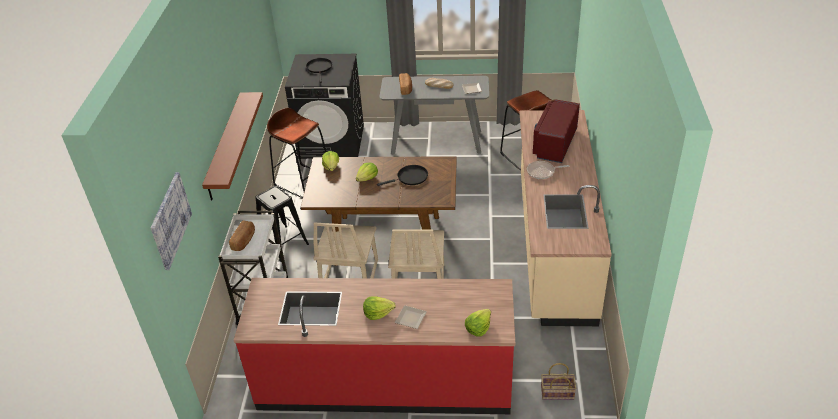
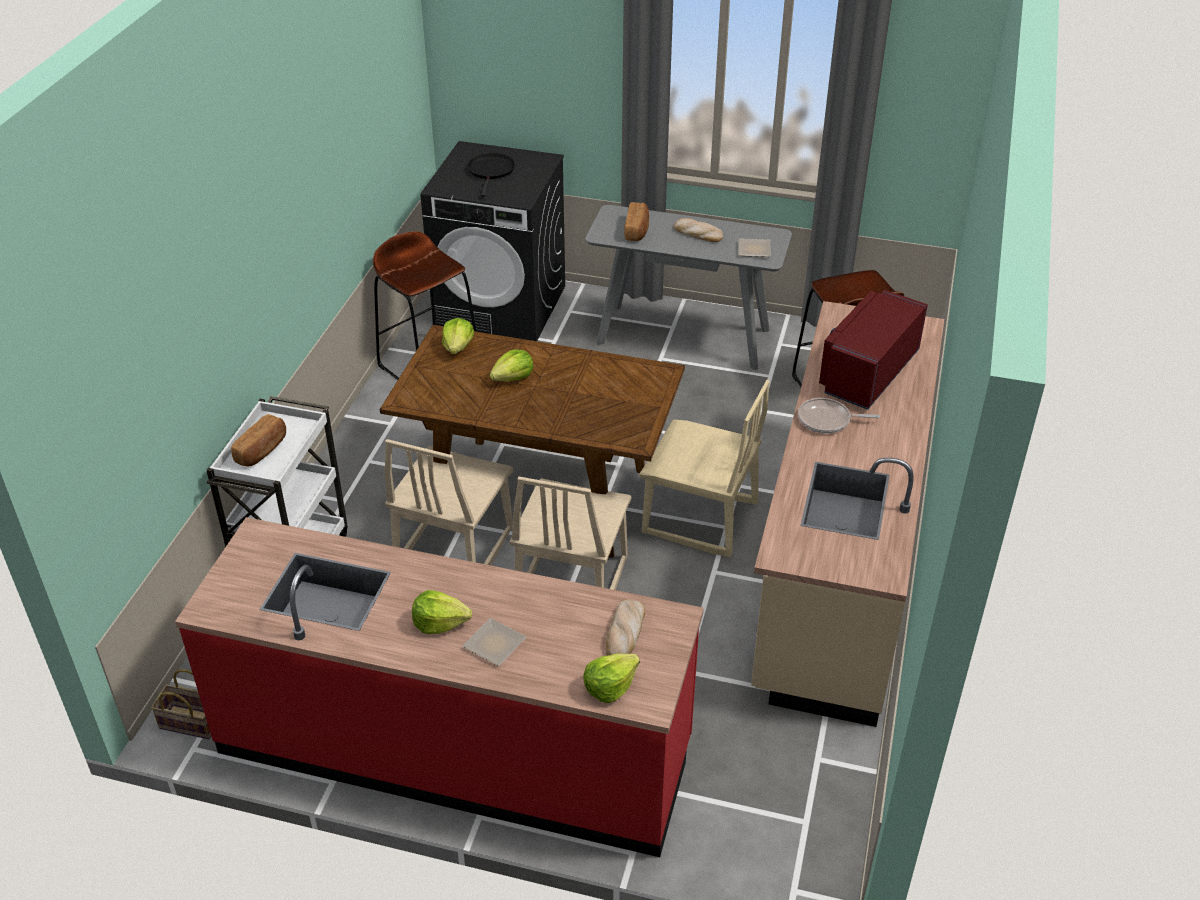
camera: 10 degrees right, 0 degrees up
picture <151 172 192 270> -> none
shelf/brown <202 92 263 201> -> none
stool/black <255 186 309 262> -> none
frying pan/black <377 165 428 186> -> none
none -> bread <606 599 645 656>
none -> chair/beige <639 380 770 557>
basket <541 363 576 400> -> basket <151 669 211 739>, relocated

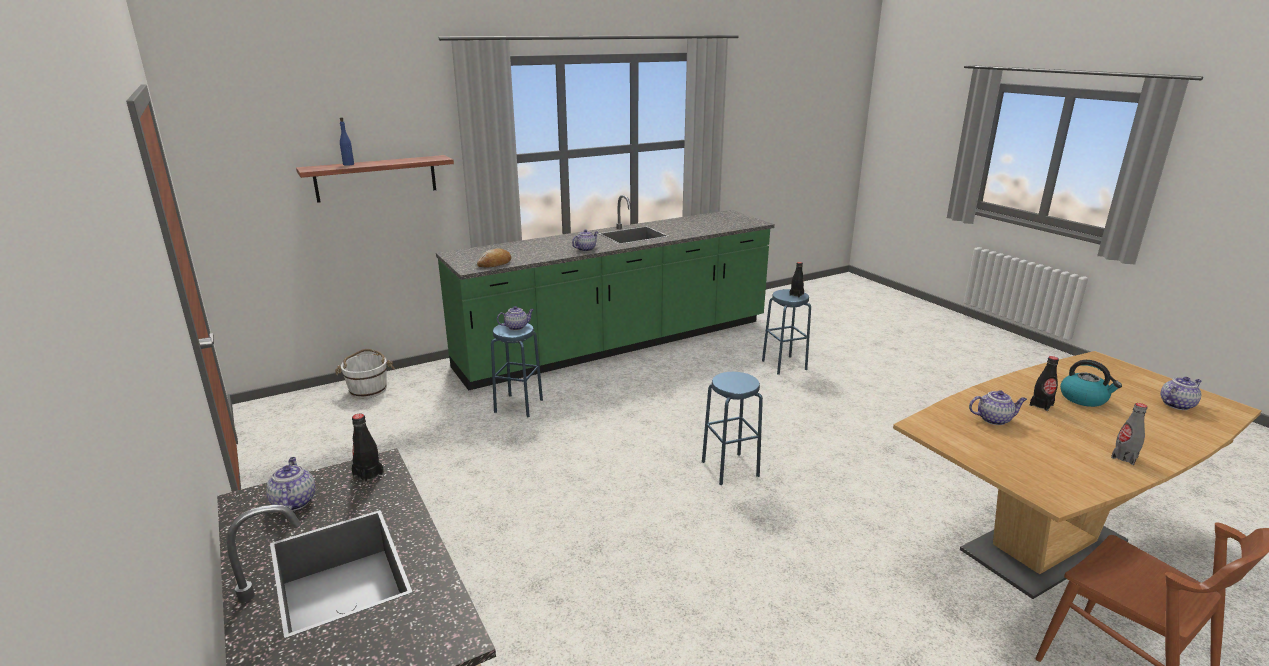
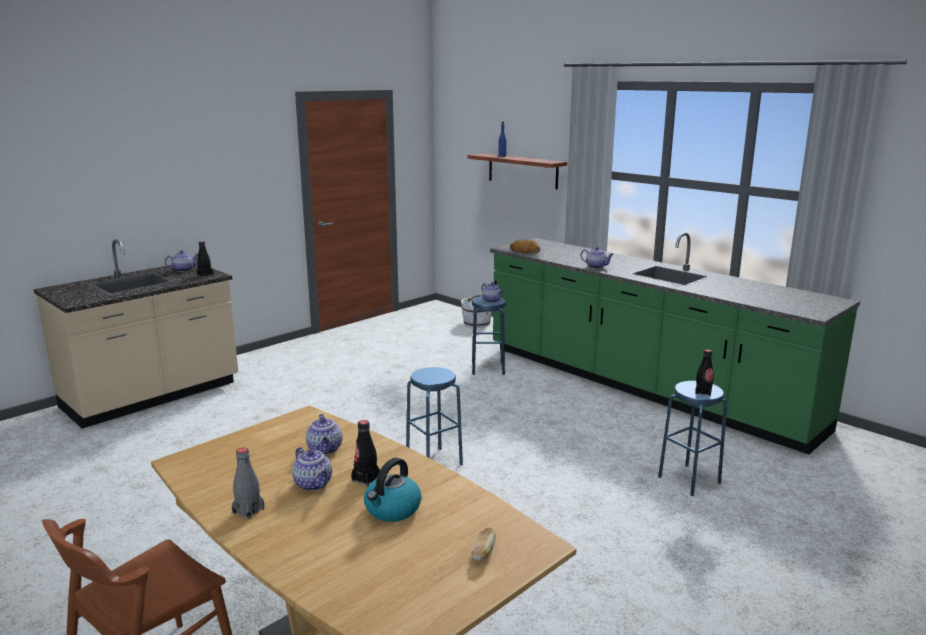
camera: 75 degrees right, 5 degrees down
none -> bread <471 528 496 561>
teapot <1161 377 1202 410> -> teapot <292 447 332 491>, relocated

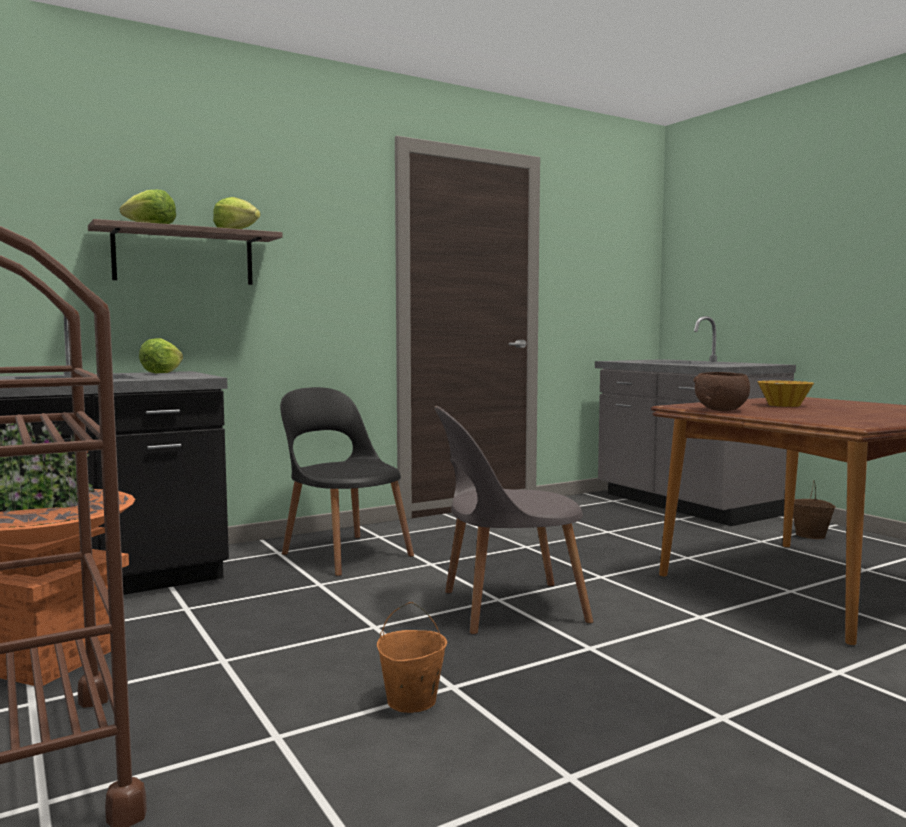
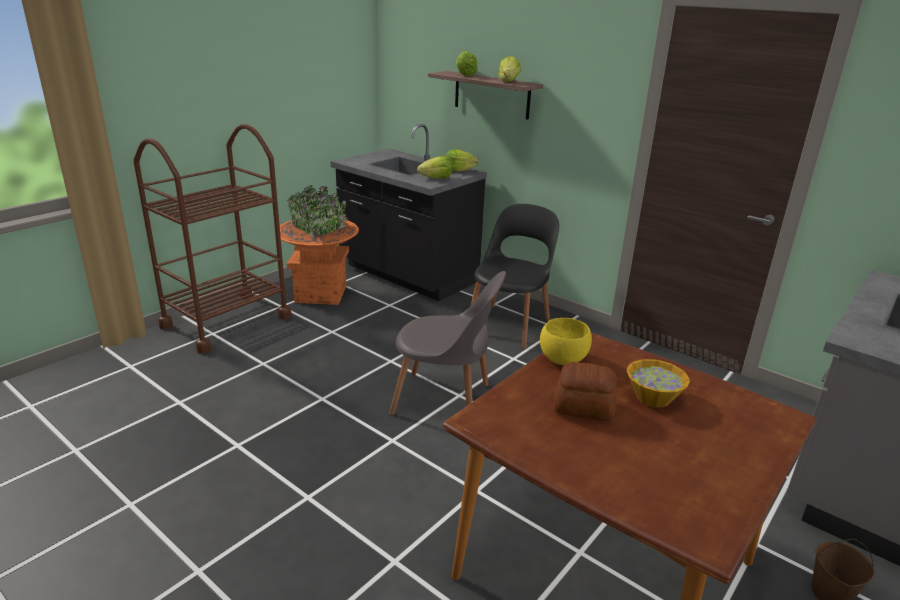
camera: 70 degrees right, 20 degrees up
bucket/orange <377 602 447 713> -> none
none -> lettuce <417 156 452 179>
none -> bread <554 362 617 421>
bowl/brown <693 372 750 411> -> bowl/yellow <540 318 592 365>
chair/grey <434 406 593 634> -> chair/grey <389 271 506 415>, 135 degrees clockwise

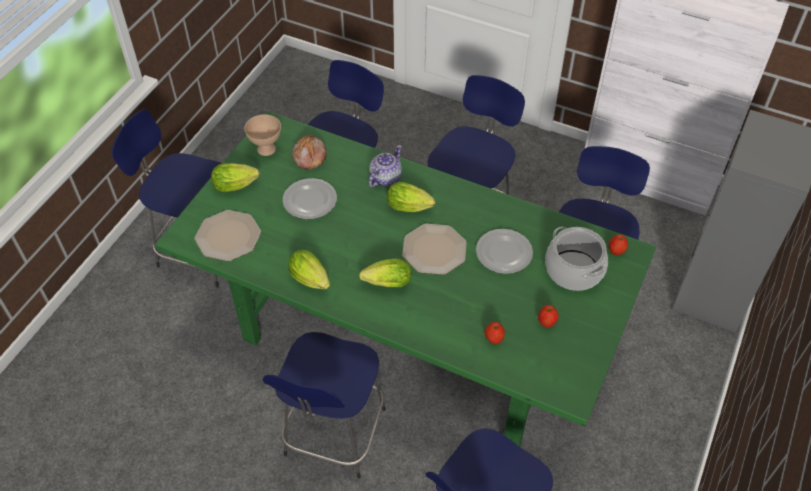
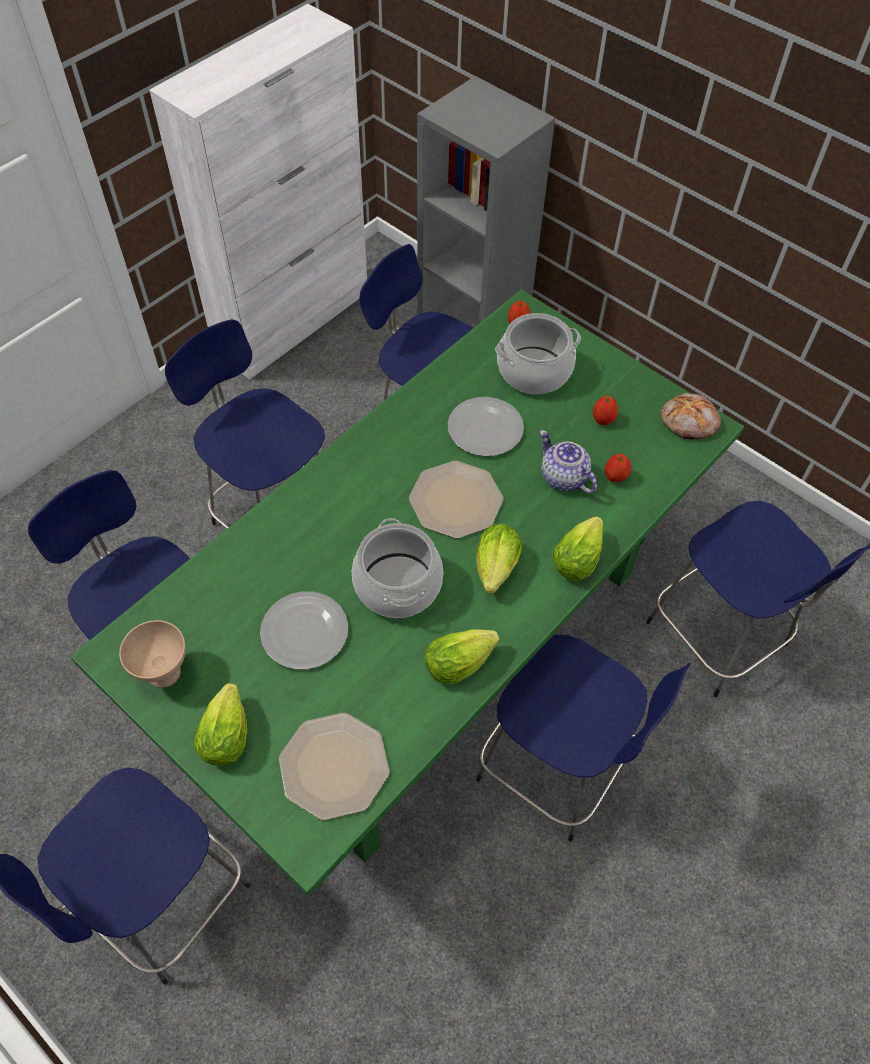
camera: 75 degrees left, 5 degrees up
none -> cooking pot <352 518 443 618>
bread <292 135 327 170> -> bread <660 393 721 440>, relocated
teapot <369 145 402 188> -> teapot <539 430 597 493>, relocated
lettuce <387 182 435 212> -> lettuce <552 517 603 581>, relocated

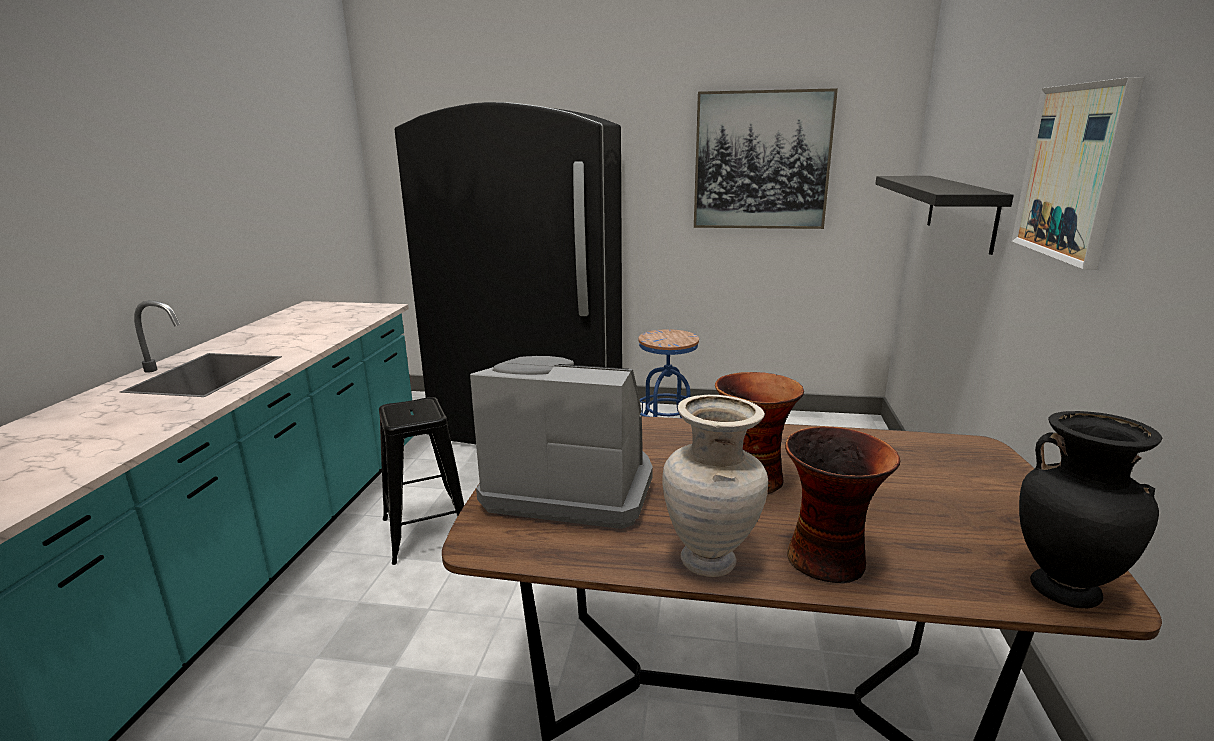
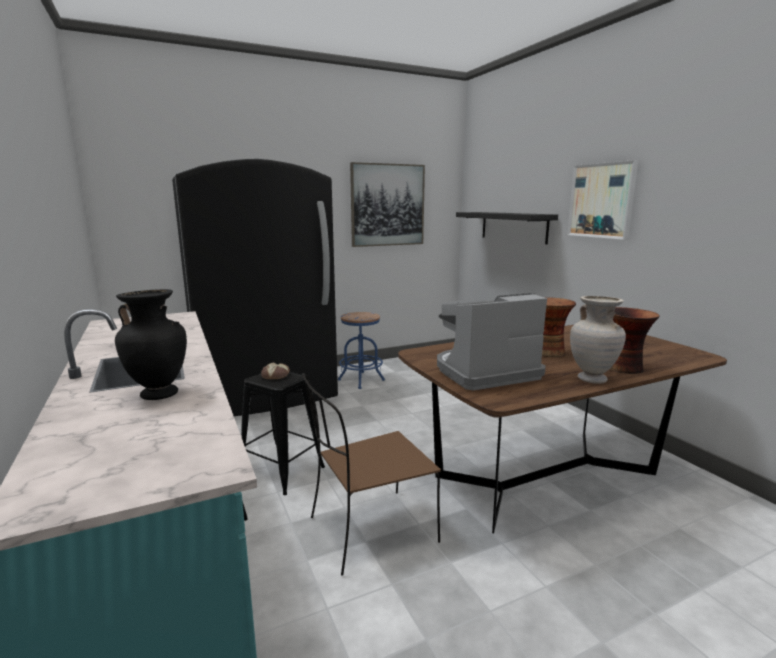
camera: 35 degrees left, 5 degrees down
none -> bread <261 362 290 379>
none -> chair/brown <302 373 441 575>
vase/black <1019 411 1162 608> -> vase/black <115 289 187 400>, relocated

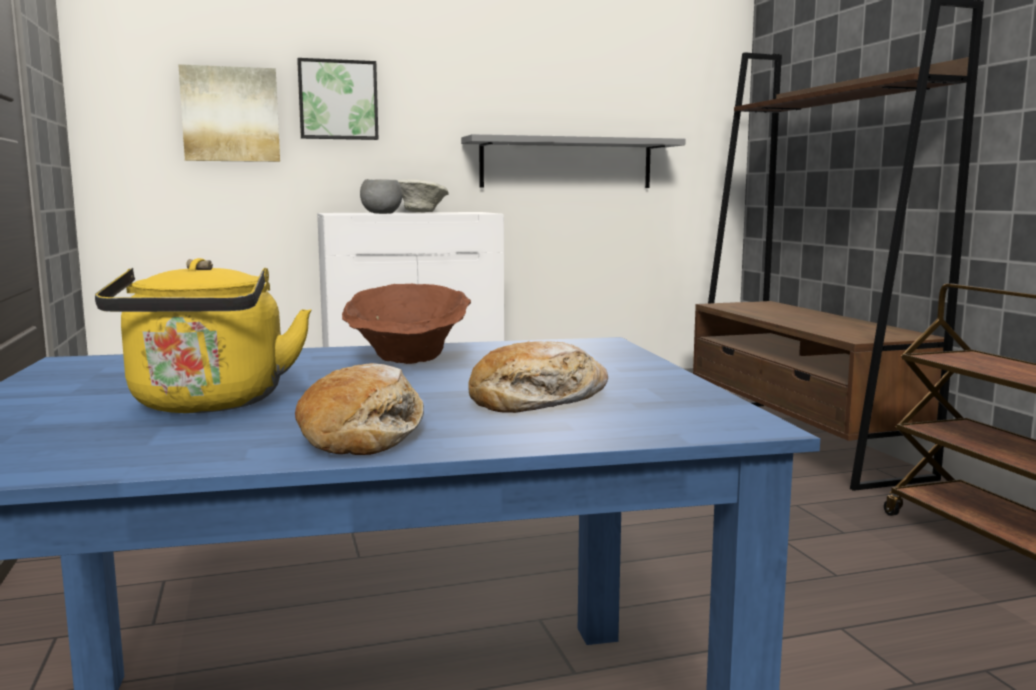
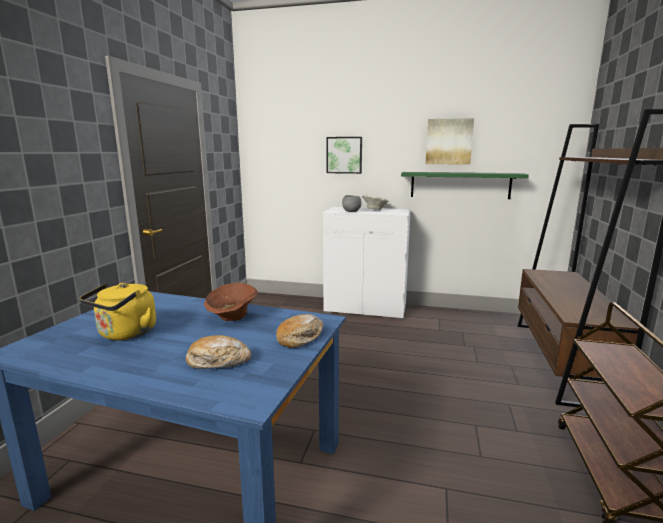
camera: 30 degrees right, 5 degrees up
picture <178 64 280 162> -> picture <425 118 474 165>, relocated
bread <295 363 424 455> -> bread <276 314 324 348>, relocated
shelf/grey <461 134 686 188> -> shelf/green <401 172 529 199>

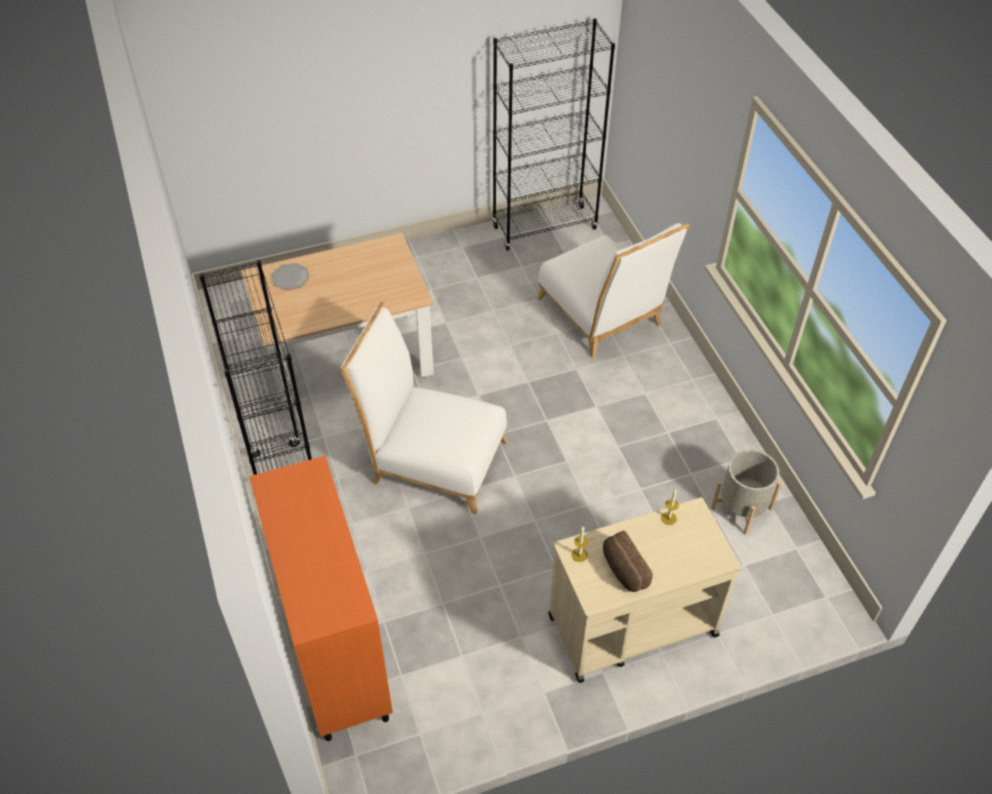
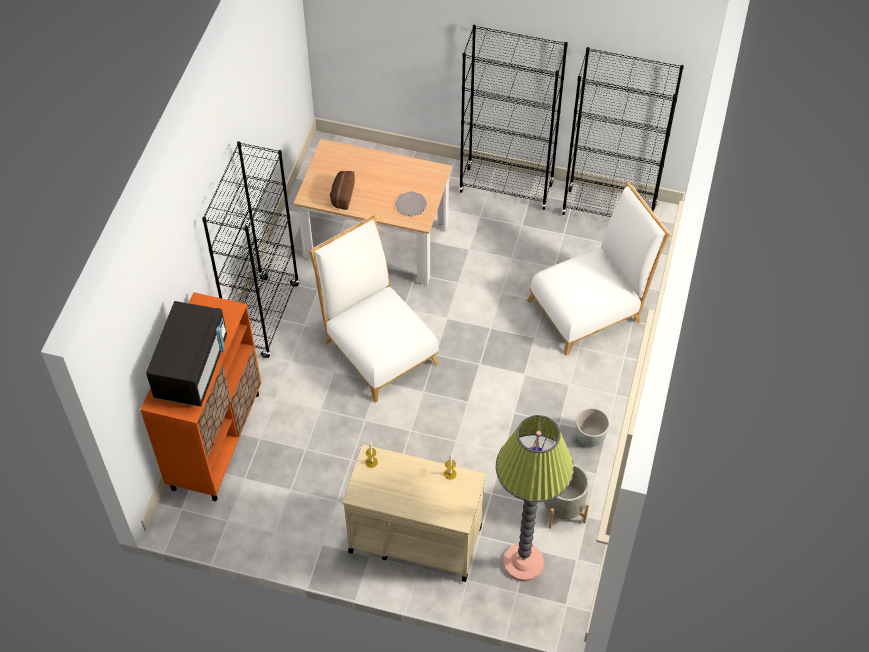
camera: 35 degrees right, 5 degrees up
none -> microwave/black <146 301 227 406>
none -> bookcase/black <459 25 568 210>
none -> floor lamp <496 415 574 582>
none -> planter/grey <576 408 610 447>
plate <271 263 309 290> -> plate <395 191 427 216>, relocated
bread <603 531 653 592> -> bread <330 171 355 210>, relocated
chair/white <537 223 690 359> -> chair/white <527 182 670 356>, 120 degrees counterclockwise

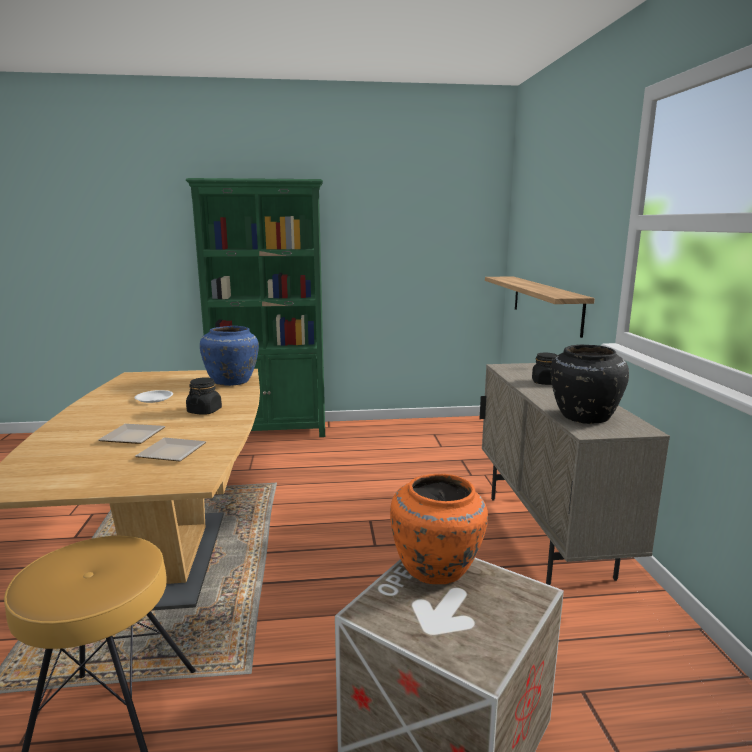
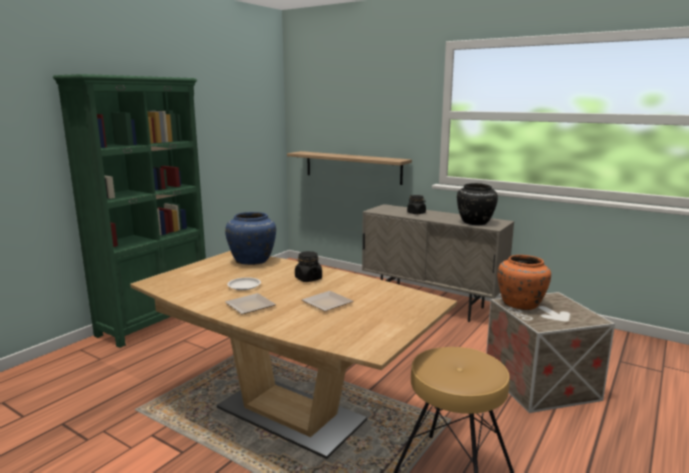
camera: 50 degrees left, 0 degrees up
plate <136 438 206 461> -> plate <225 293 276 314>, relocated

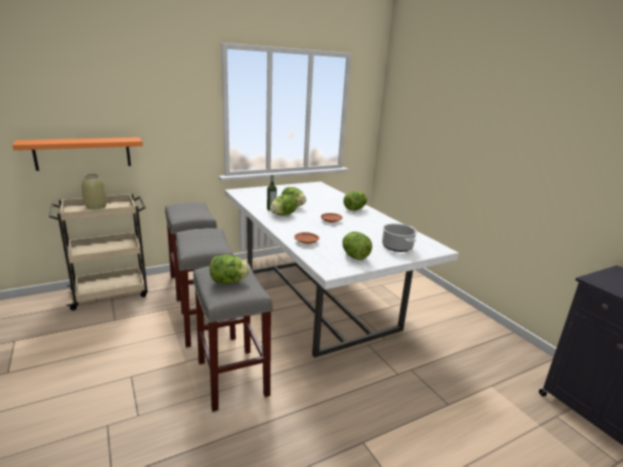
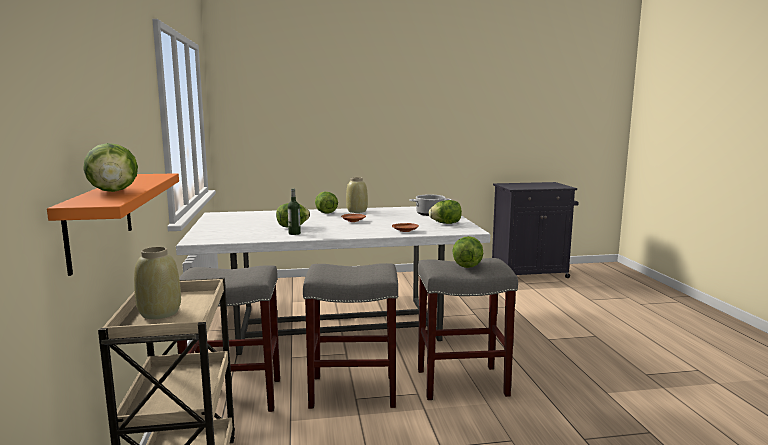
camera: 70 degrees left, 10 degrees down
none -> vase/beige <346 177 368 213>
lettuce <270 195 297 216> -> lettuce <83 143 138 192>, relocated

